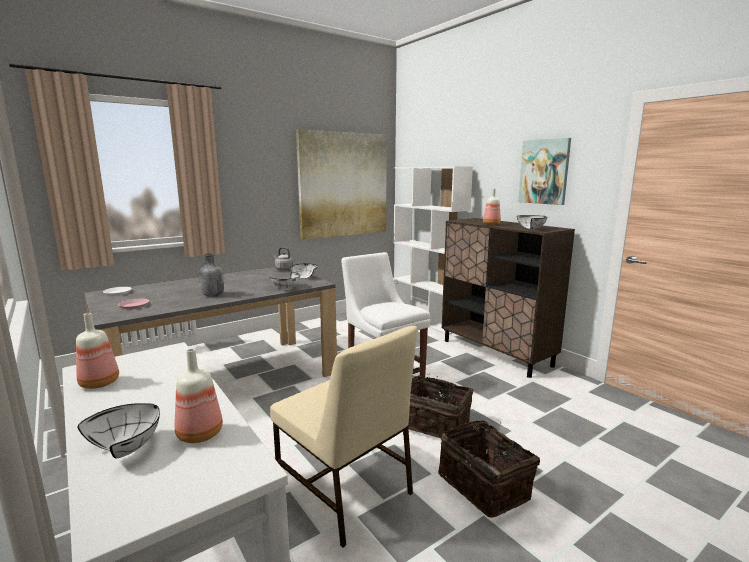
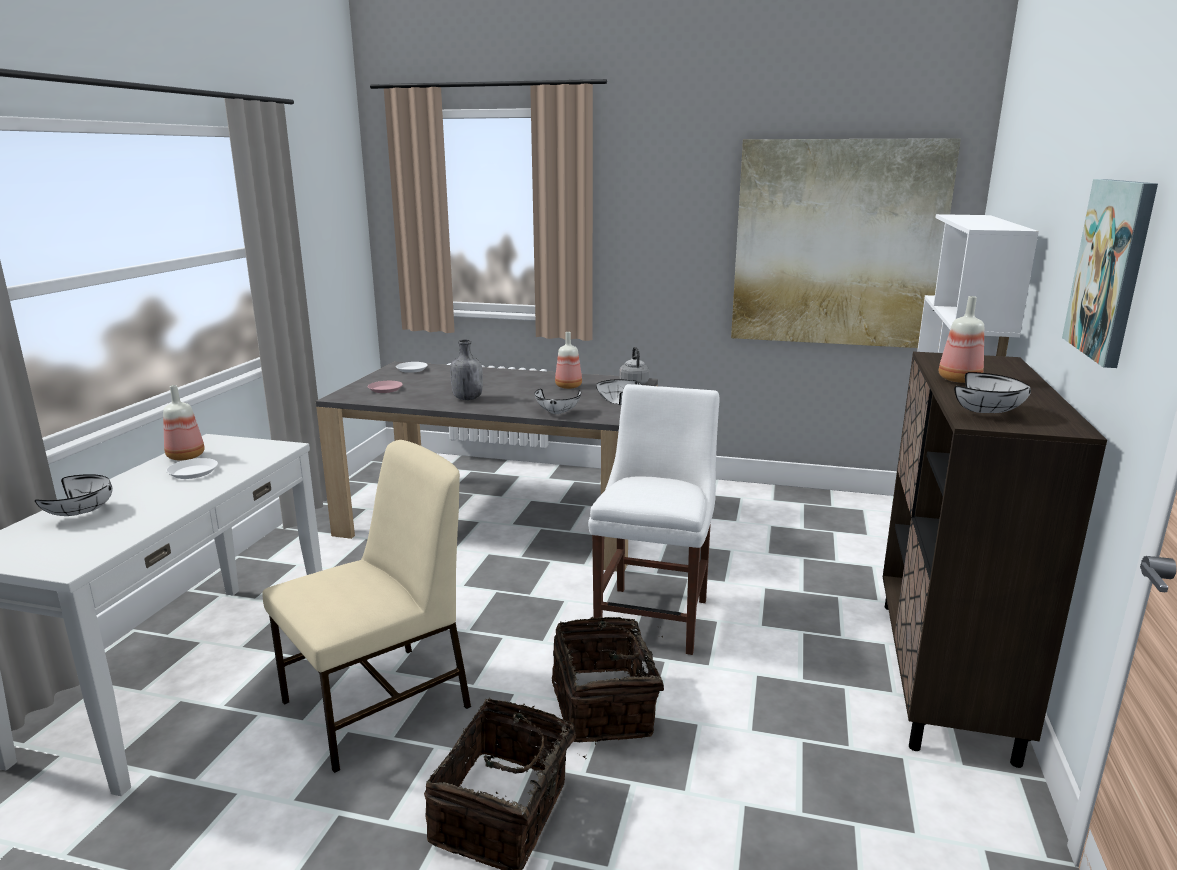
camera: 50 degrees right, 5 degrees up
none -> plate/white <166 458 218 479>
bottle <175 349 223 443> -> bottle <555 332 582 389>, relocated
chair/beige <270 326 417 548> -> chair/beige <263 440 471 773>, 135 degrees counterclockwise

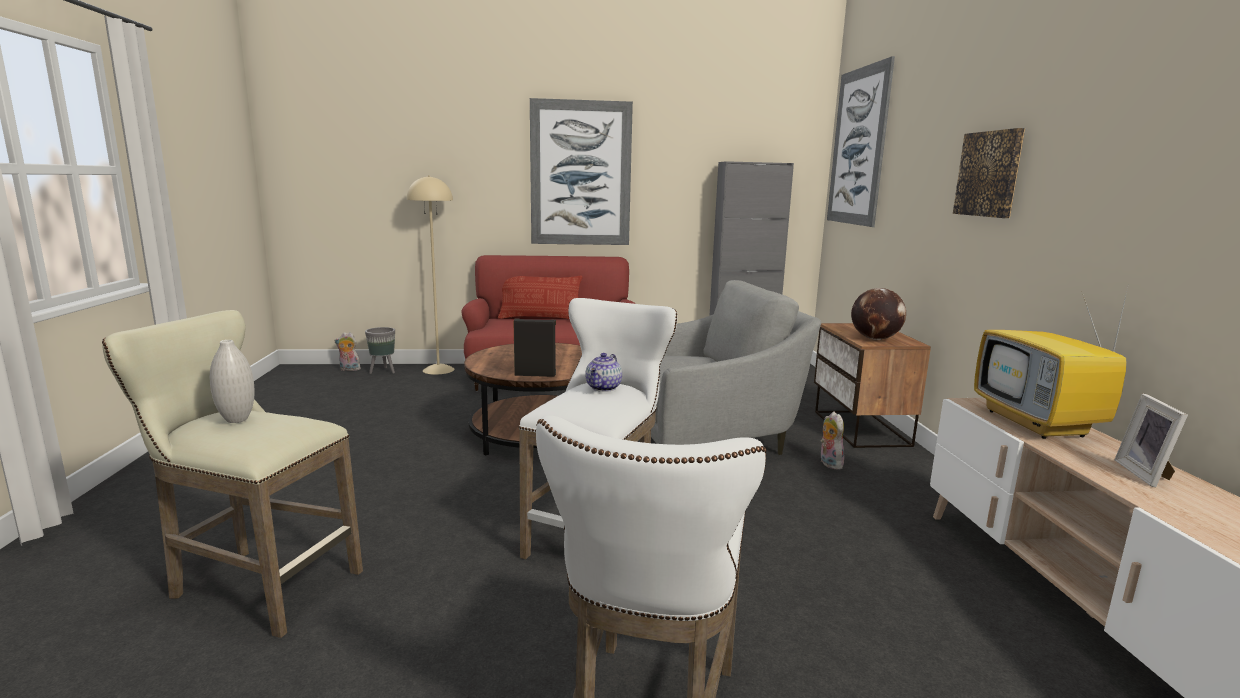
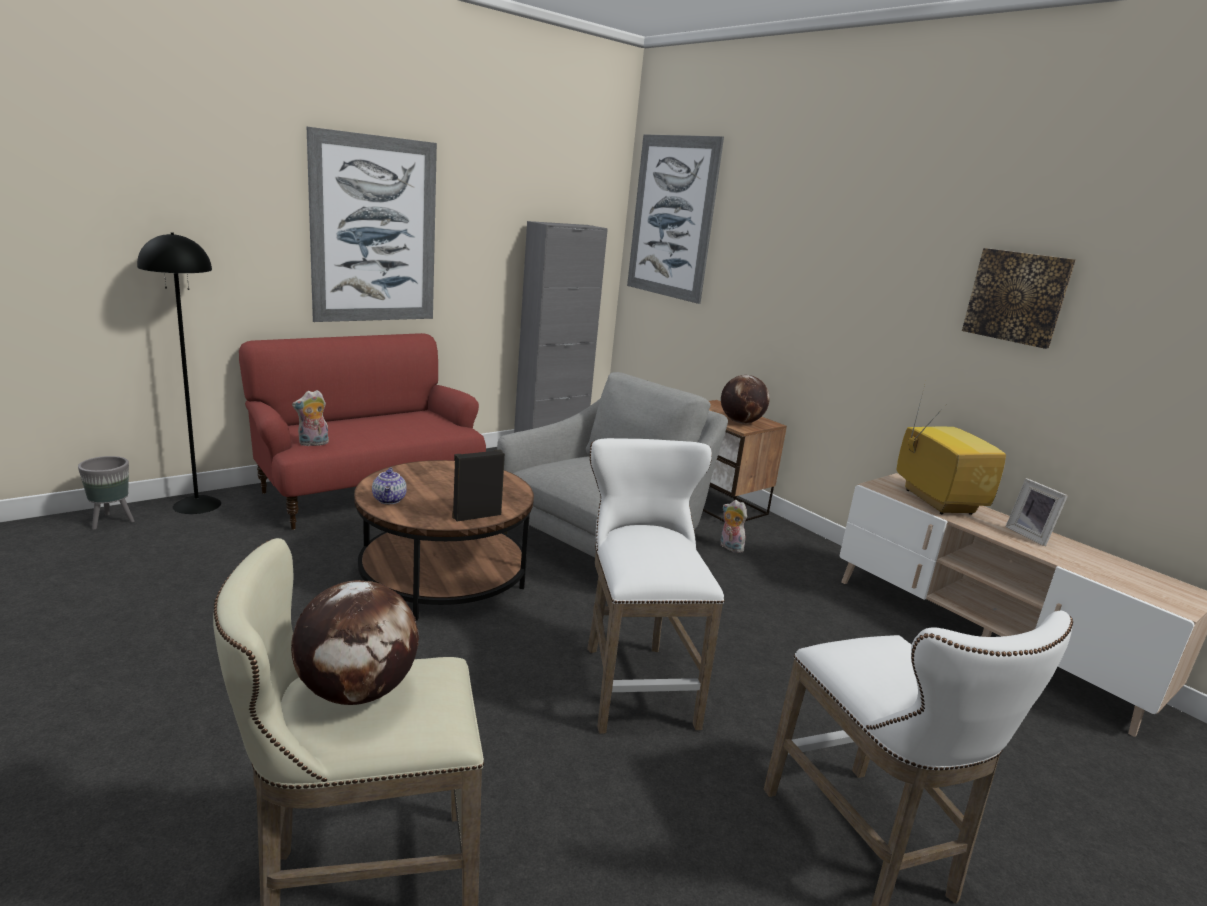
camera: 35 degrees left, 5 degrees up
pillow <498 276 582 319> -> none
plush toy <335 332 361 371> -> plush toy <292 390 329 446>, relocated
teapot <585 353 622 392> -> teapot <372 468 407 504>, relocated
picture <953 128 1025 218> -> picture <962 248 1076 349>, relocated
vase/white <210 340 255 423> -> globe <291 580 419 705>
floor lamp/beige <407 175 454 375> -> floor lamp/black <137 232 221 514>
television <974 288 1128 439> -> television <897 385 1006 515>, 150 degrees counterclockwise

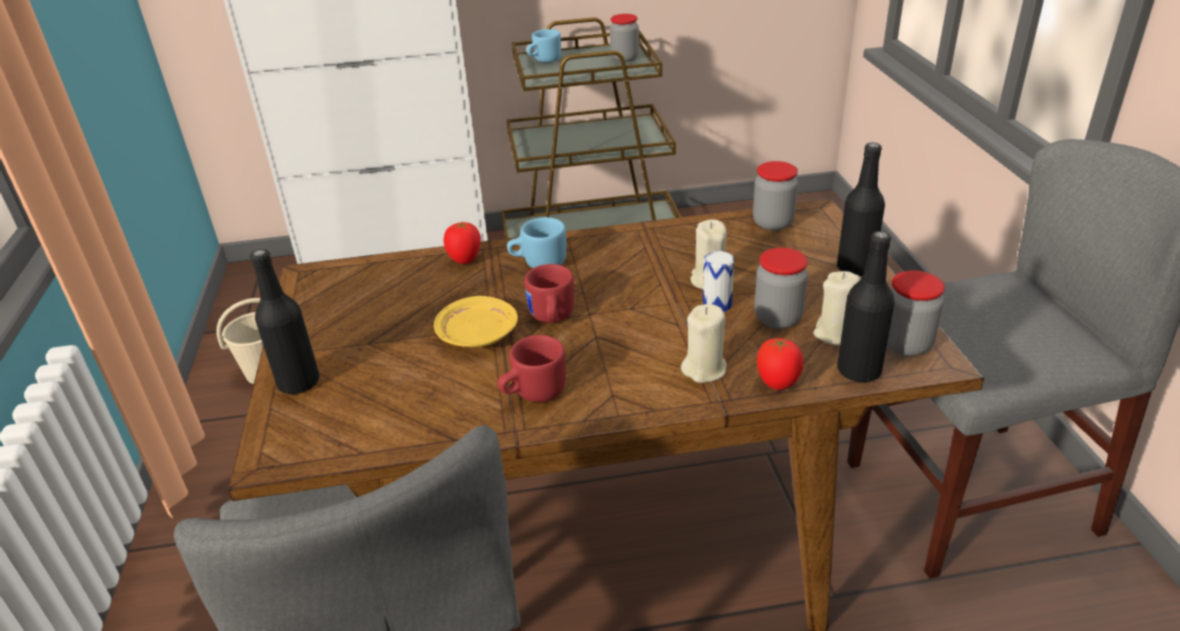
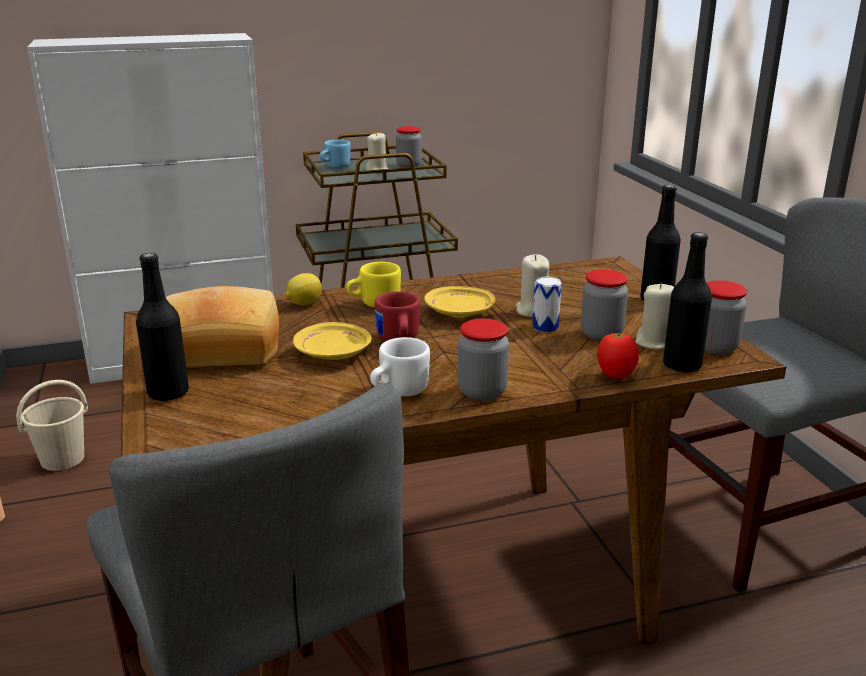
camera: 10 degrees left, 10 degrees down
none -> bread <166 286 279 368>
none -> plate/yellow <424 286 496 318>
candle/beige <681 303 727 383> -> candle/beige <365 132 388 171>, relocated
jar <753 161 798 231> -> jar <458 318 509 401>, relocated
tomato <444 222 481 264> -> lemon <285 273 322 305>
mug/red <497 335 566 402> -> mug/white <370 337 430 396>
mug/blue <507 217 566 268> -> mug/yellow <346 262 401 308>

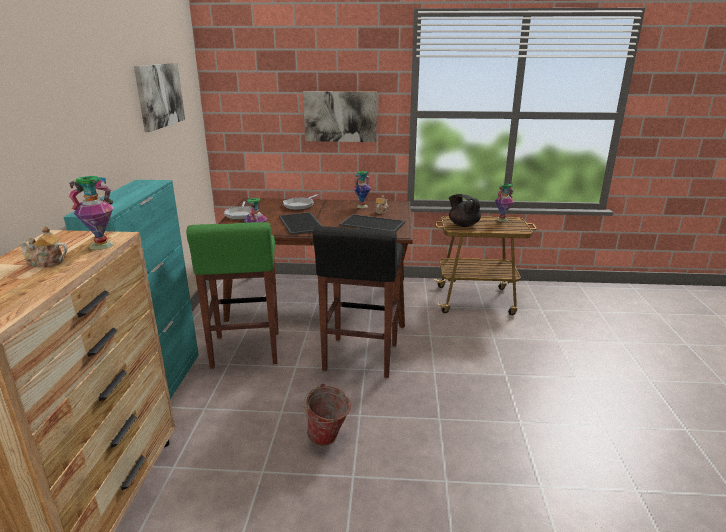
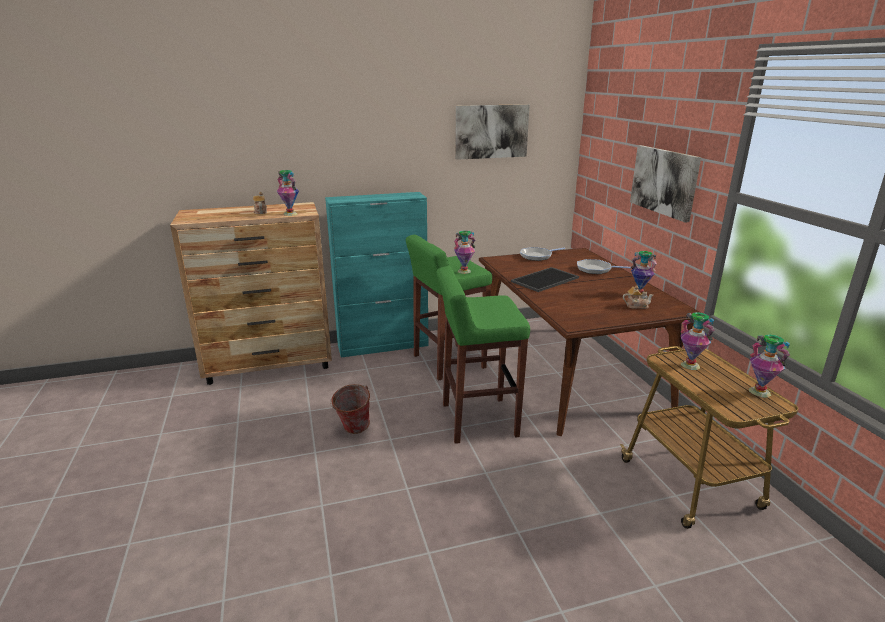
camera: 70 degrees right, 0 degrees up
tray <339 214 405 232> -> none
teapot/black <449 194 481 227> -> vase <681 312 715 370>
stool/black <313 226 403 378> -> stool/green <437 266 530 444>

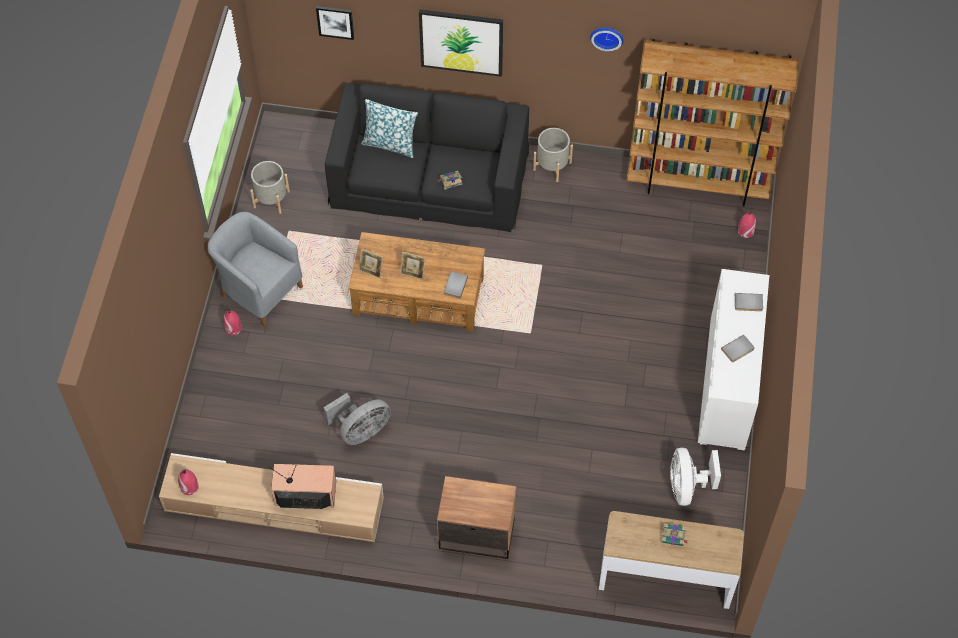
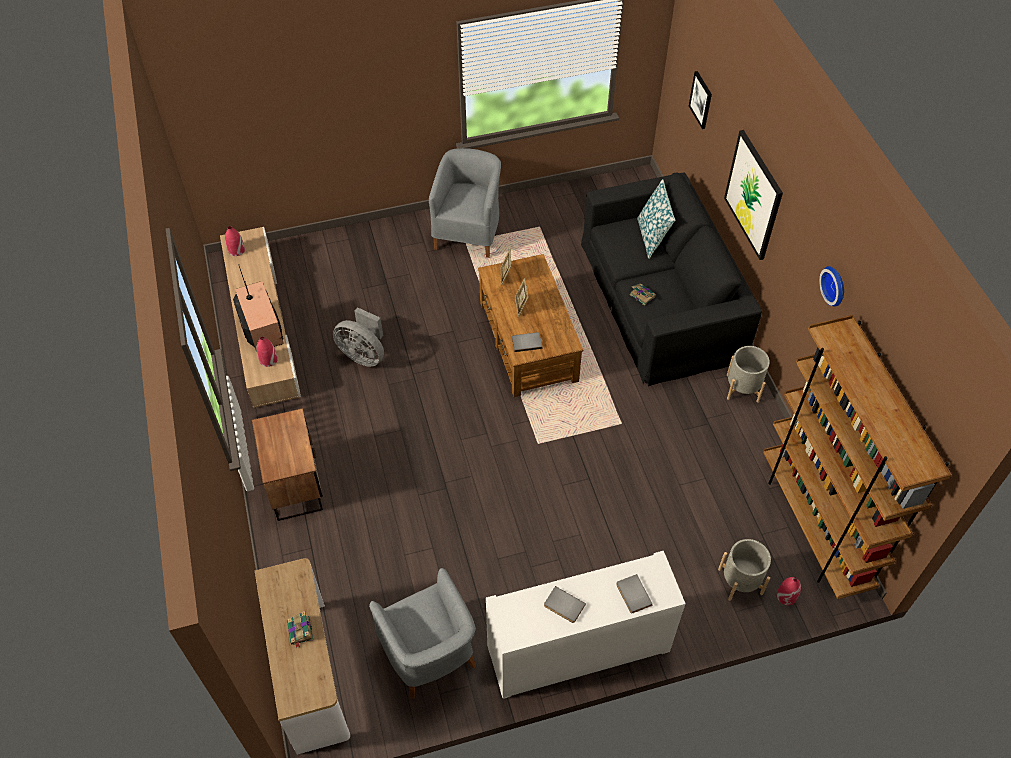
camera: 65 degrees right, 5 degrees down
vase/red <223 310 242 335> -> vase/red <257 337 278 367>, relocated
planter/grey <250 161 290 214> -> planter/grey <718 539 771 601>, relocated
fan/white <670 448 721 506> -> armchair/grey <369 568 476 699>

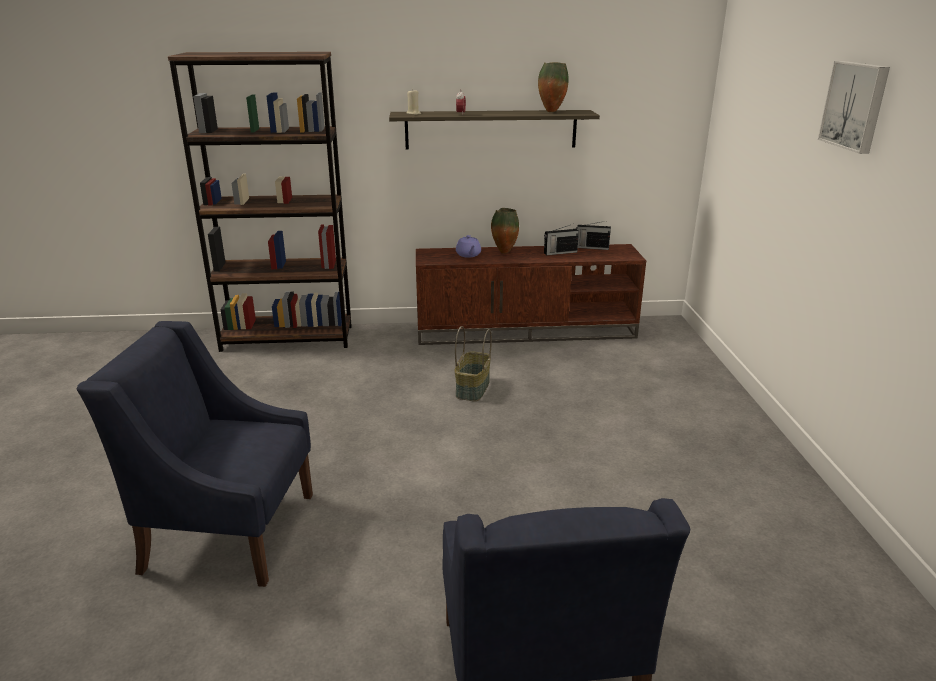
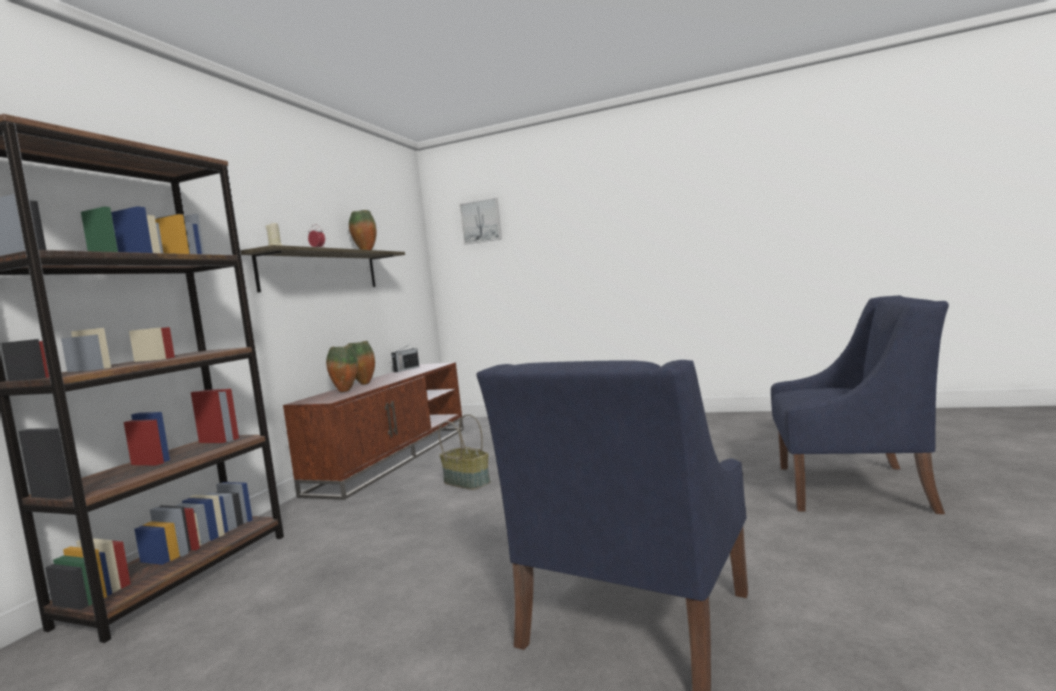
camera: 65 degrees left, 20 degrees down
radio <544 225 579 255> -> none
picture <818 61 890 154> -> picture <459 198 502 244>, relocated
teapot/purple <456 235 481 258> -> vase <326 345 358 392>

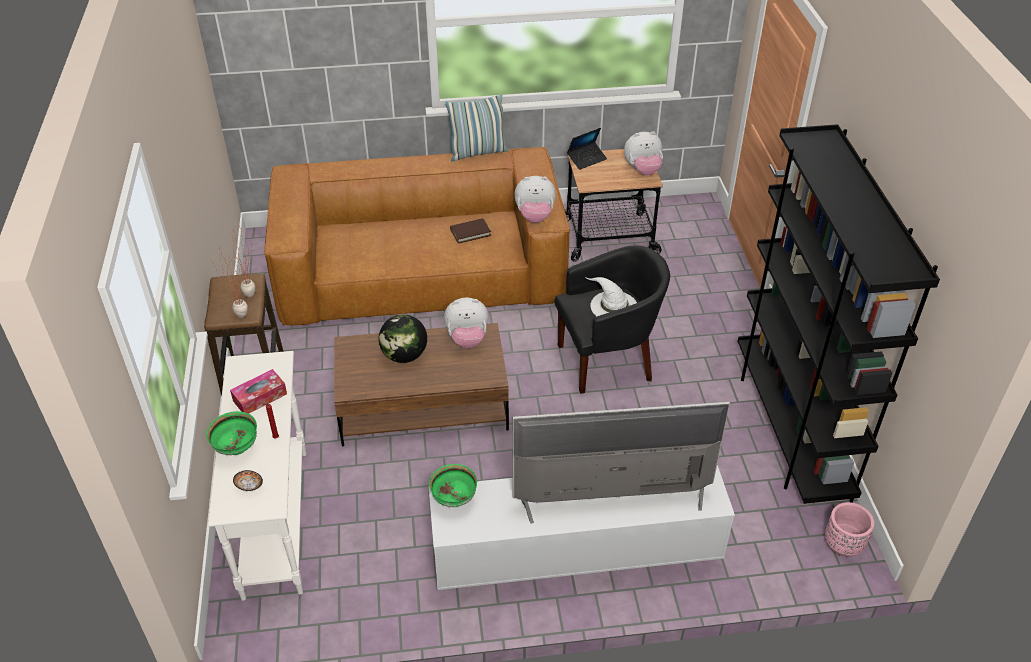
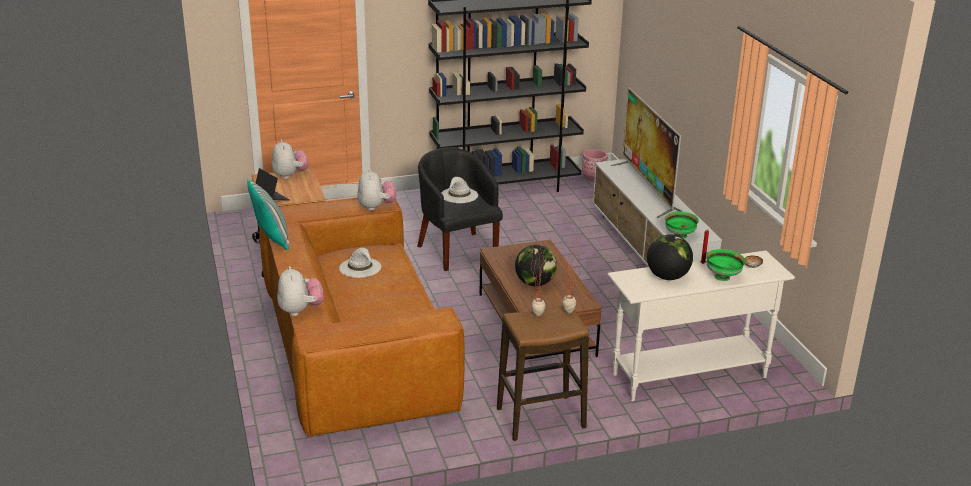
camera: 100 degrees left, 15 degrees down
plush toy <444 298 488 348> -> plush toy <277 266 324 316>, relocated
tissue box <230 369 287 414> -> globe <647 234 693 280>
book/brown <450 218 491 244> -> hat/white <339 248 381 278>

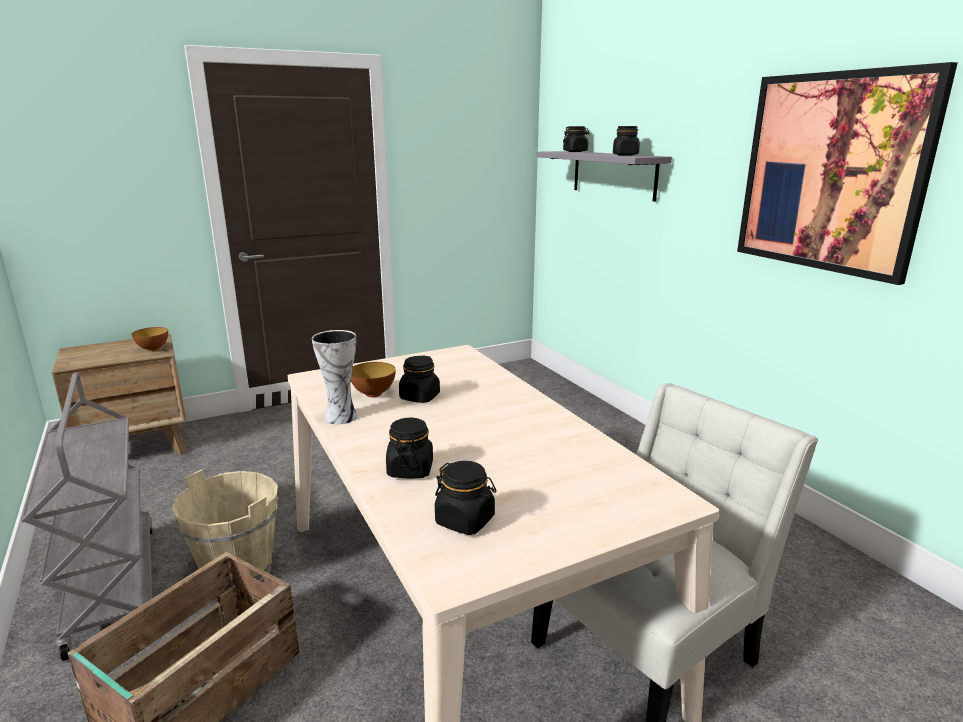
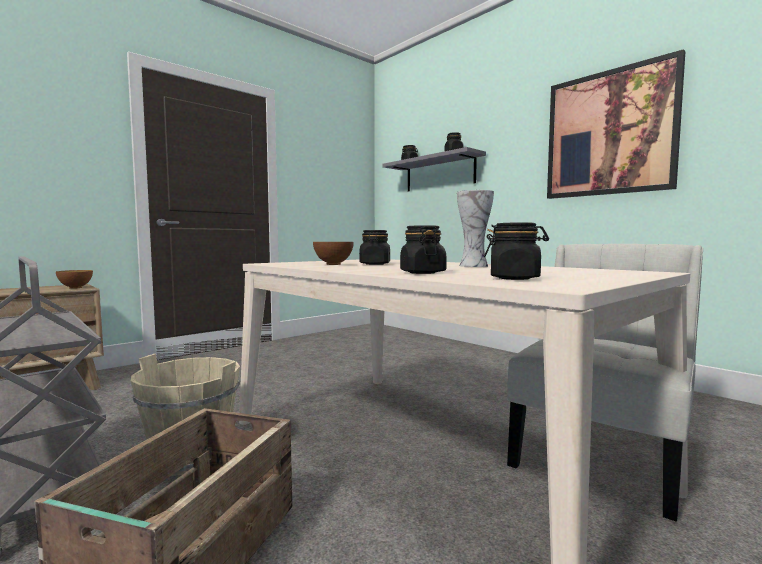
camera: 15 degrees left, 15 degrees down
vase <312 330 358 424> -> vase <457 190 494 267>, relocated

